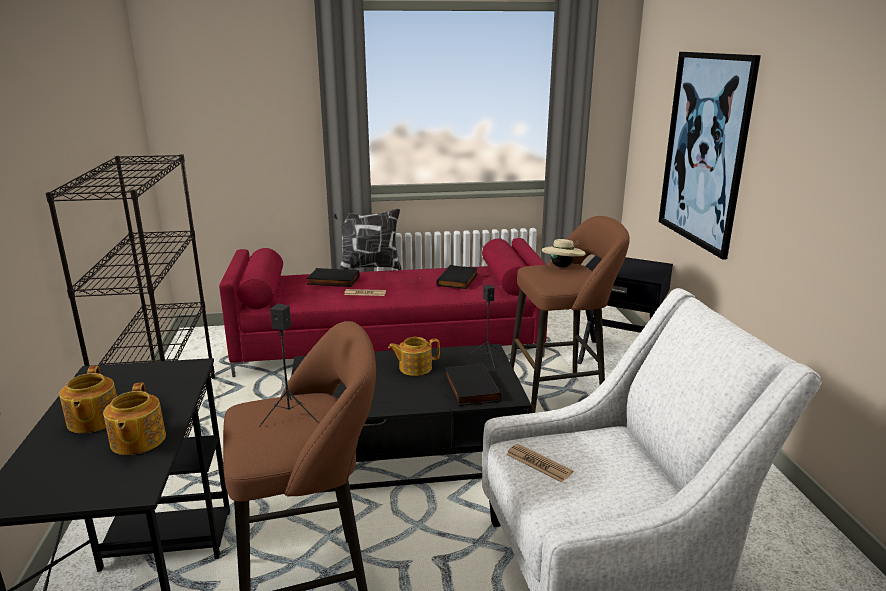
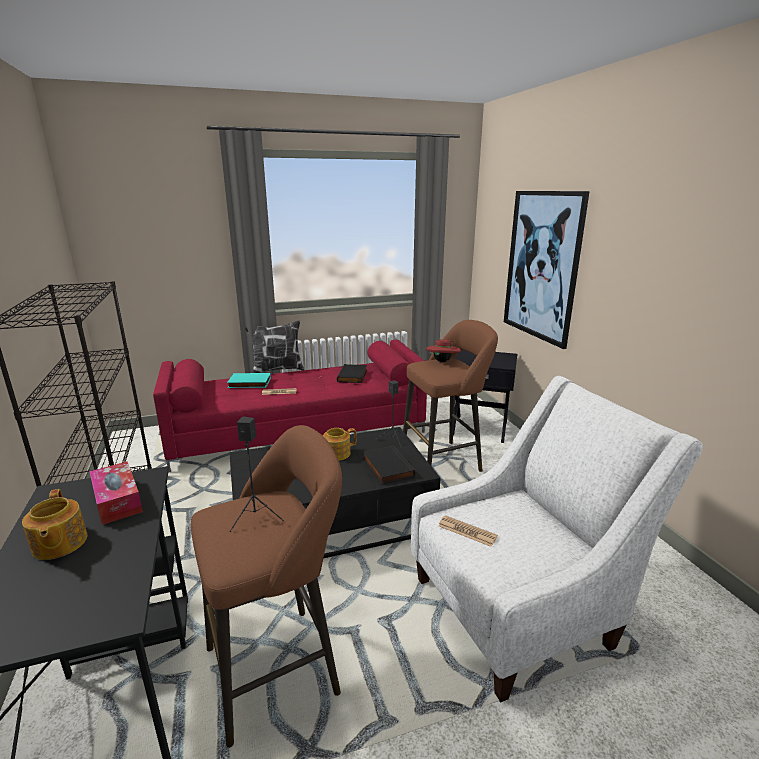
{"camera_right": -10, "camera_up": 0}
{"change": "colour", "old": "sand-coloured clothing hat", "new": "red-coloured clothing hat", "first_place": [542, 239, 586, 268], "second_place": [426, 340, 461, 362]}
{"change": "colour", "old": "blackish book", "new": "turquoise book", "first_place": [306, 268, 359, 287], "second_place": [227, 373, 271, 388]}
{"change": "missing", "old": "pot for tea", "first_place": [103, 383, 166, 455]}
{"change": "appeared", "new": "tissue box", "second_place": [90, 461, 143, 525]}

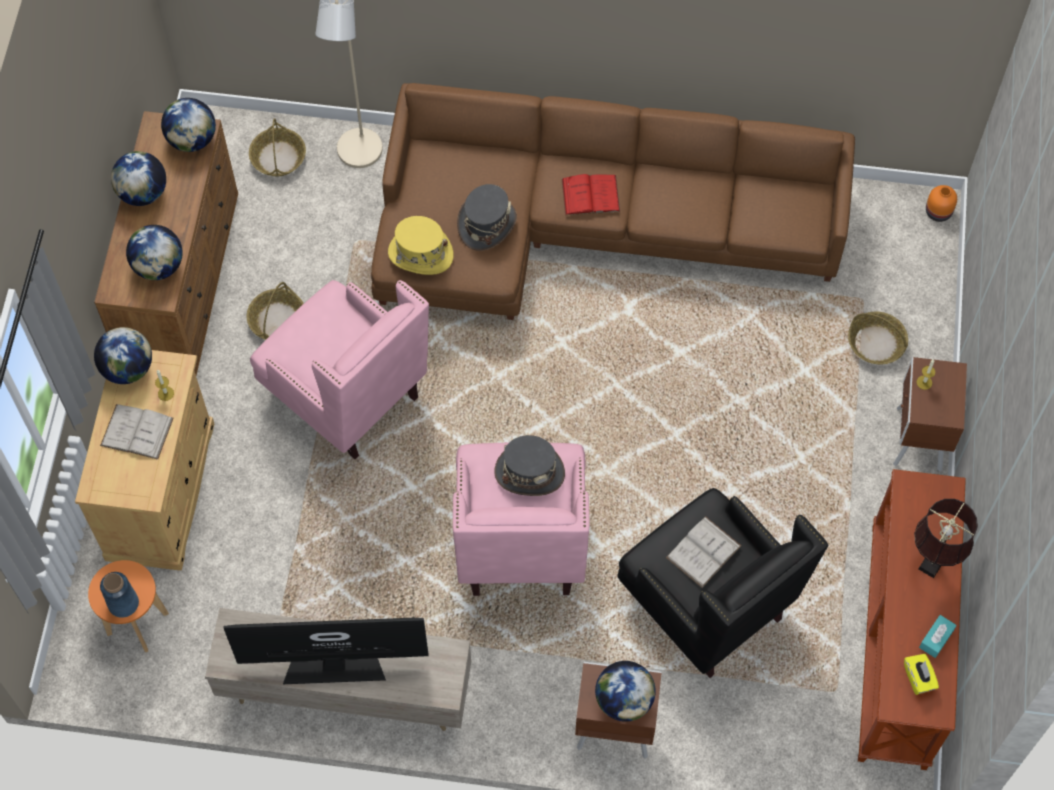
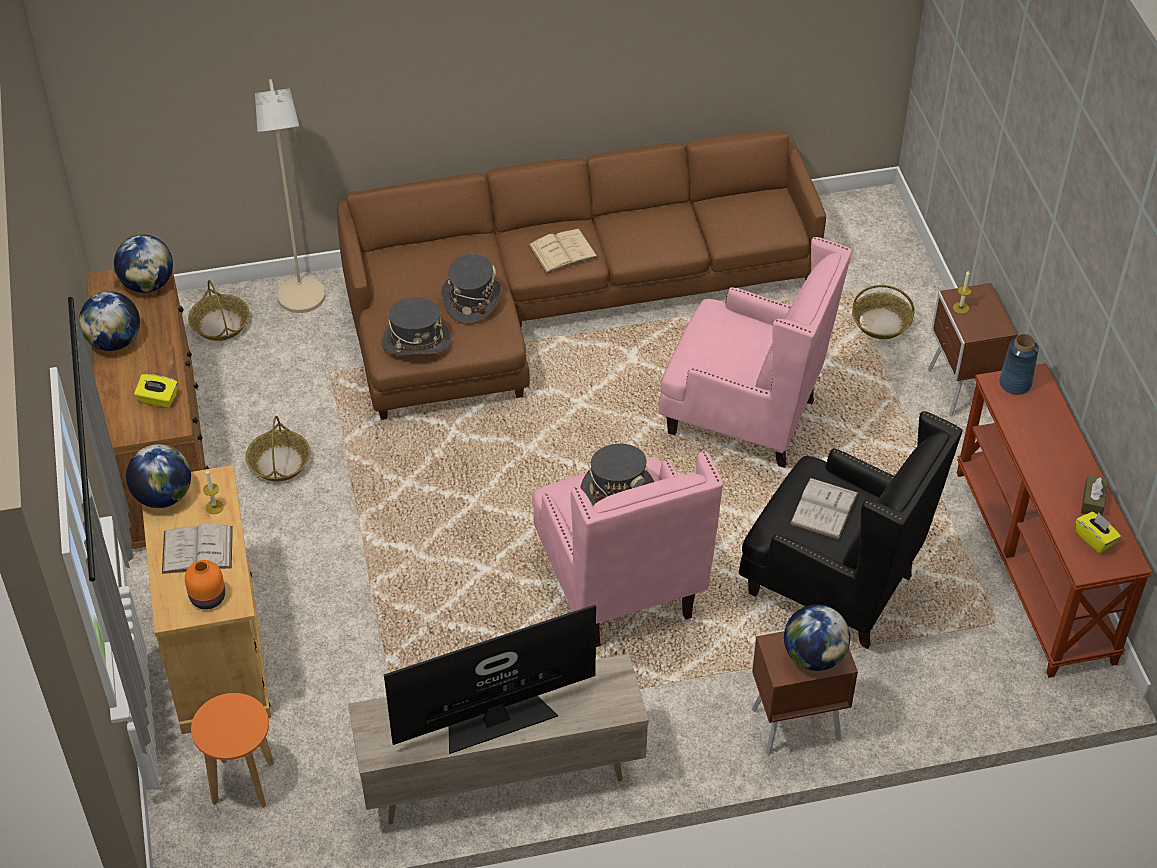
{"camera_right": -20, "camera_up": -15}
{"change": "colour", "old": "red-coloured book", "new": "sand-coloured book", "first_place": [561, 174, 620, 215], "second_place": [528, 229, 598, 274]}
{"change": "relocated", "old": "orange vase", "first_place": [926, 185, 957, 222], "second_place": [185, 560, 225, 610]}
{"change": "colour", "old": "yellowish clothing hat", "new": "gray clothing hat", "first_place": [388, 216, 454, 275], "second_place": [381, 297, 452, 355]}
{"change": "exchanged", "old": "desk globe", "new": "yellowish tissue box", "first_place": [126, 225, 183, 280], "second_place": [134, 374, 178, 408]}
{"change": "relocated", "old": "pink armchair", "first_place": [250, 280, 429, 459], "second_place": [658, 237, 852, 468]}
{"change": "missing", "old": "brown table lamp", "first_place": [914, 499, 978, 578]}
{"change": "relocated", "old": "bluish vase", "first_place": [100, 572, 139, 618], "second_place": [999, 334, 1039, 395]}
{"change": "colour", "old": "turquoise tissue box", "new": "brown tissue box", "first_place": [919, 615, 957, 658], "second_place": [1081, 475, 1108, 515]}

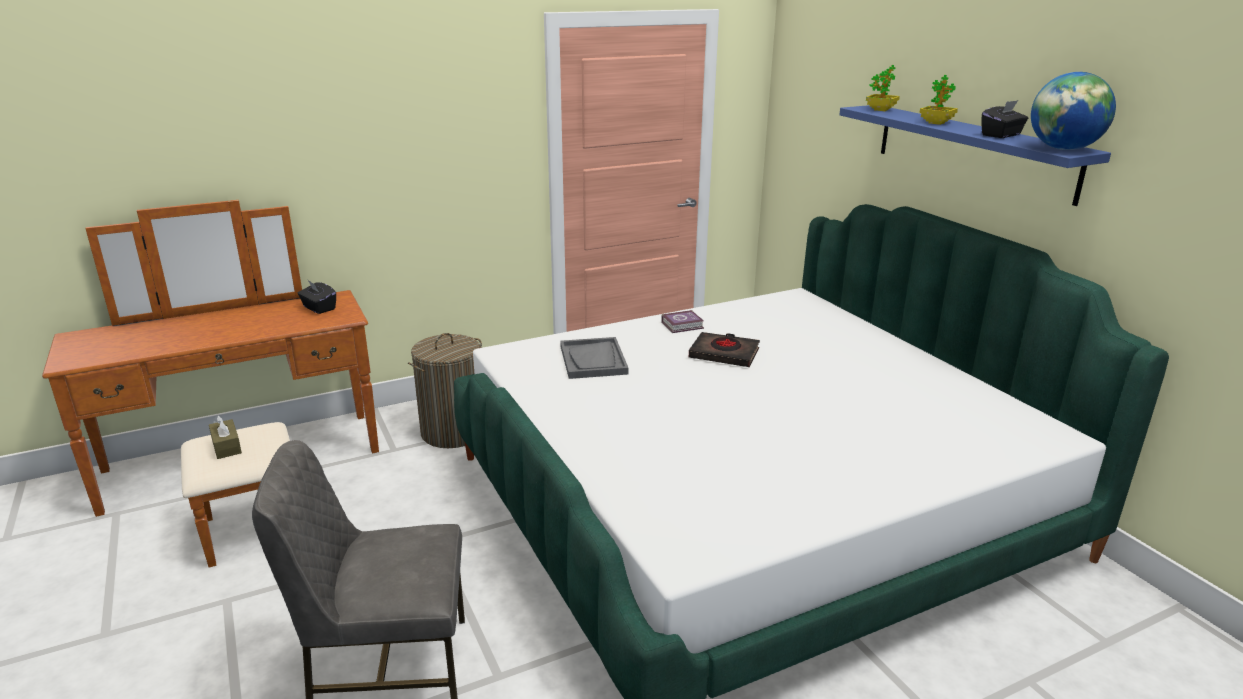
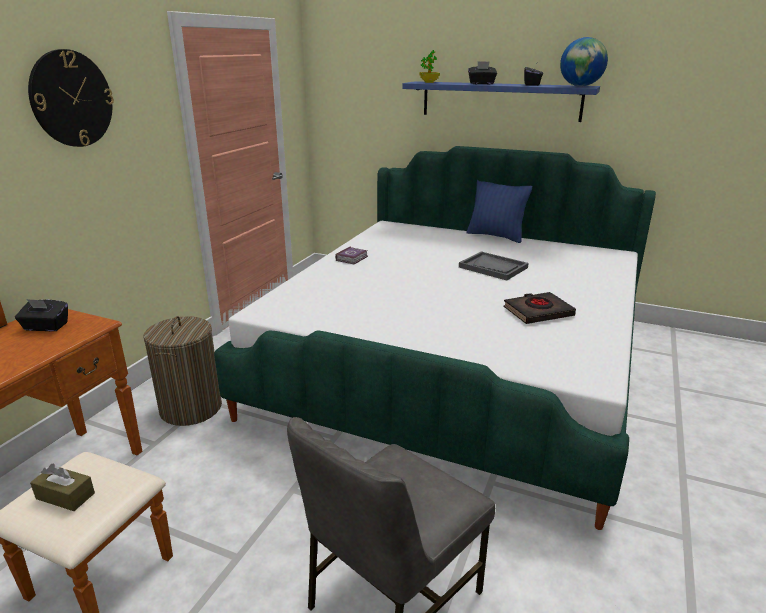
{"camera_right": -40, "camera_up": 0}
{"change": "exchanged", "old": "houseplant", "new": "blackish tissue box", "first_place": [919, 75, 958, 125], "second_place": [468, 61, 497, 84]}
{"change": "relocated", "old": "blackish book", "first_place": [689, 332, 760, 367], "second_place": [503, 292, 576, 324]}
{"change": "relocated", "old": "gray carrying tray", "first_place": [560, 337, 628, 379], "second_place": [459, 251, 529, 280]}
{"change": "appeared", "new": "clock on the wall", "second_place": [28, 49, 114, 147]}
{"change": "appeared", "new": "bluish pillow", "second_place": [467, 180, 532, 243]}

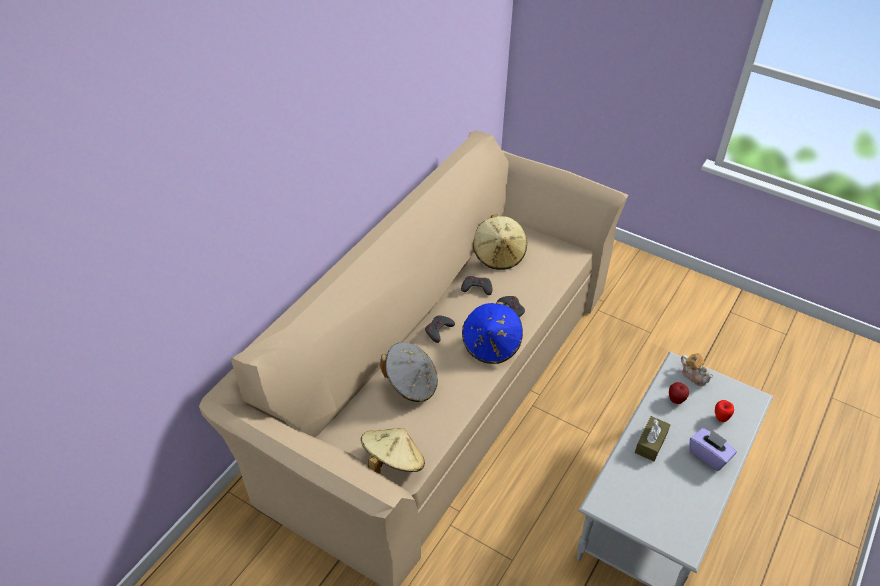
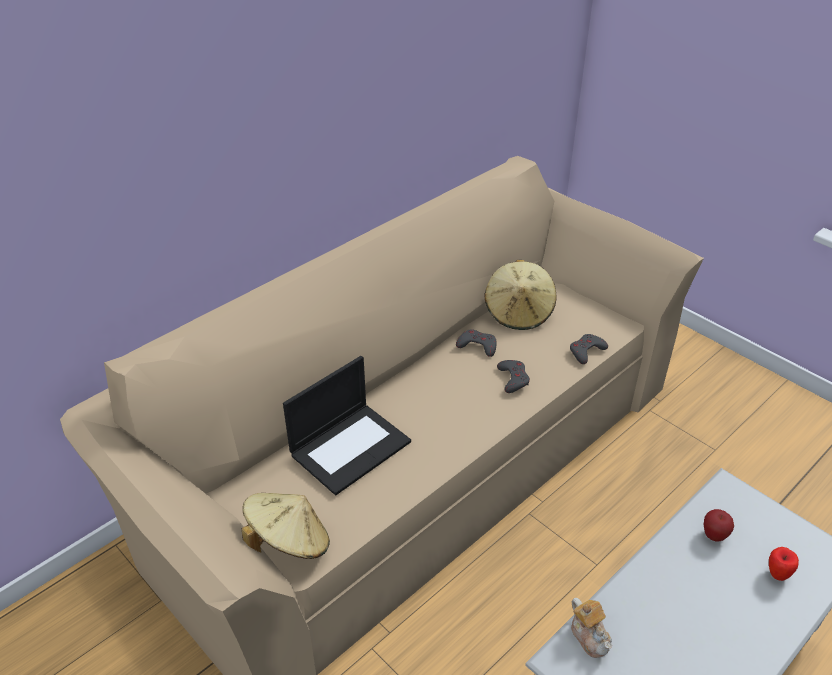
{"camera_right": 15, "camera_up": -5}
{"change": "missing", "old": "bluish clothing hat", "first_place": [462, 301, 523, 364]}
{"change": "relocated", "old": "gray gamepad", "first_place": [425, 315, 455, 343], "second_place": [570, 334, 608, 364]}
{"change": "exchanged", "old": "gray clothing hat", "new": "notebook computer", "first_place": [381, 342, 438, 402], "second_place": [283, 356, 411, 495]}
{"change": "relocated", "old": "pot for tea", "first_place": [681, 353, 713, 386], "second_place": [571, 598, 612, 658]}
{"change": "missing", "old": "brown tissue box", "first_place": [635, 416, 670, 461]}
{"change": "missing", "old": "purple tissue box", "first_place": [690, 428, 737, 471]}

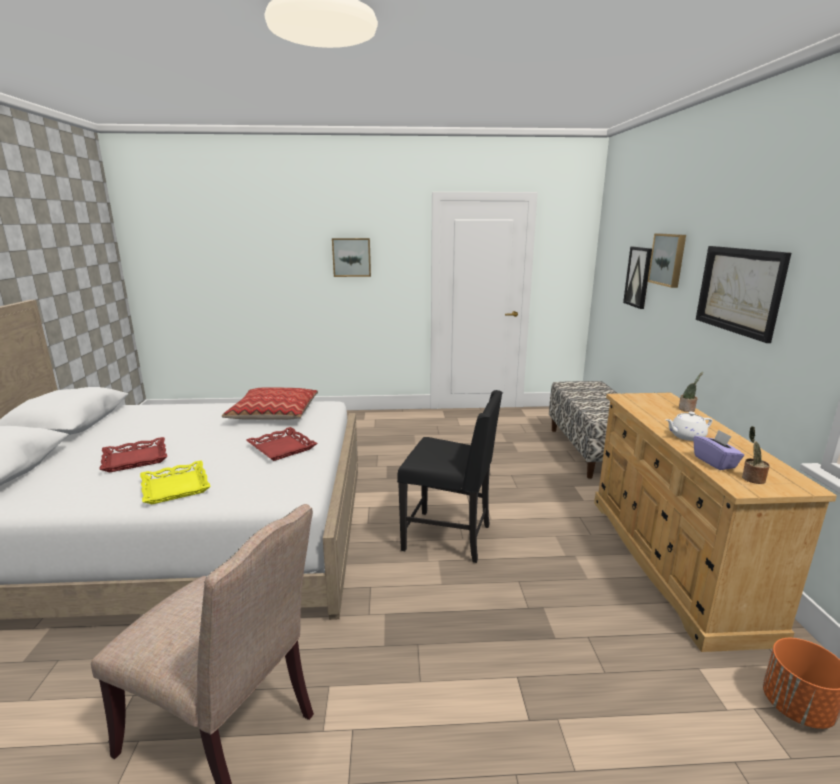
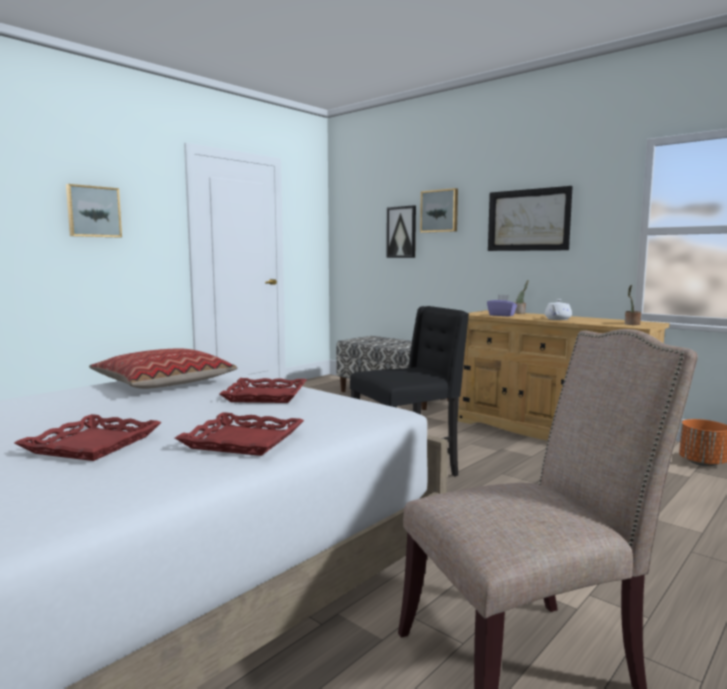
{"camera_right": -45, "camera_up": -10}
{"change": "relocated", "old": "purple tissue box", "first_place": [693, 430, 744, 470], "second_place": [487, 294, 517, 316]}
{"change": "colour", "old": "yellowish carrying tray", "new": "red-coloured carrying tray", "first_place": [140, 460, 211, 504], "second_place": [175, 412, 304, 456]}

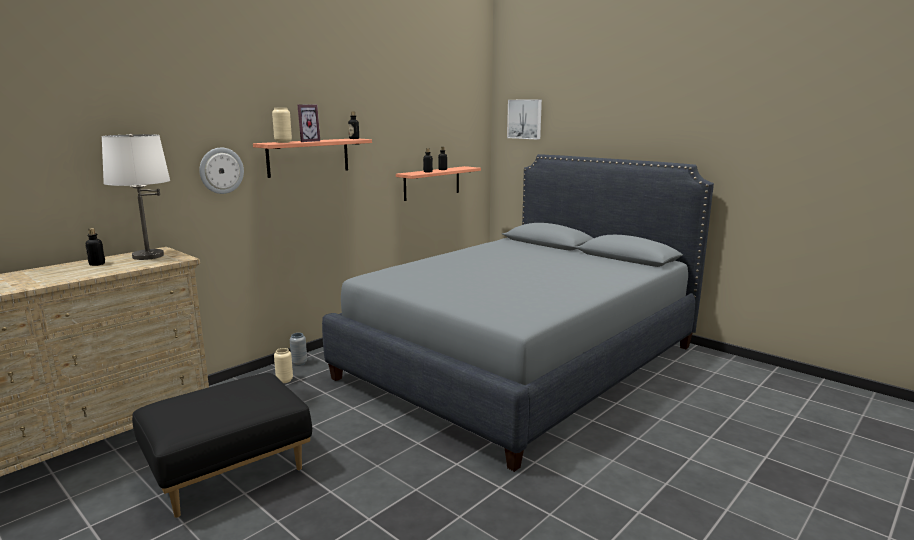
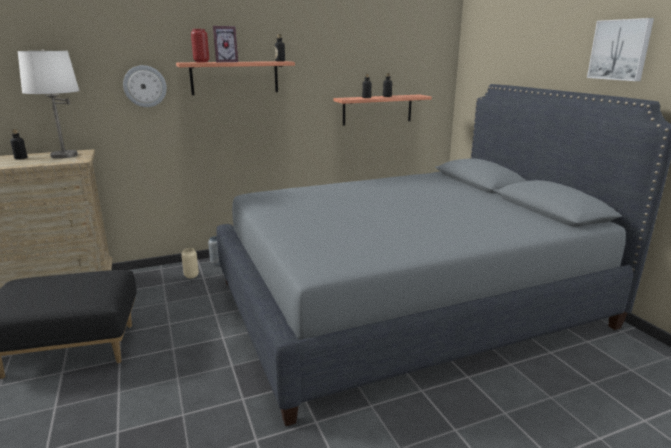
{"camera_right": 25, "camera_up": 5}
{"change": "relocated", "old": "wall art", "first_place": [507, 99, 542, 140], "second_place": [587, 18, 654, 81]}
{"change": "colour", "old": "sand-coloured vase", "new": "red-coloured vase", "first_place": [272, 108, 292, 143], "second_place": [191, 29, 209, 63]}

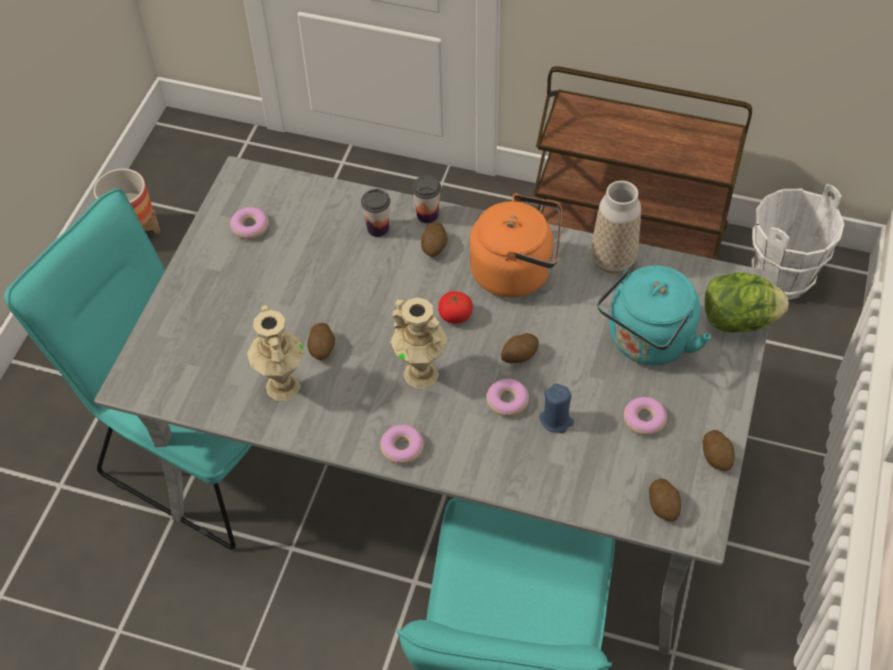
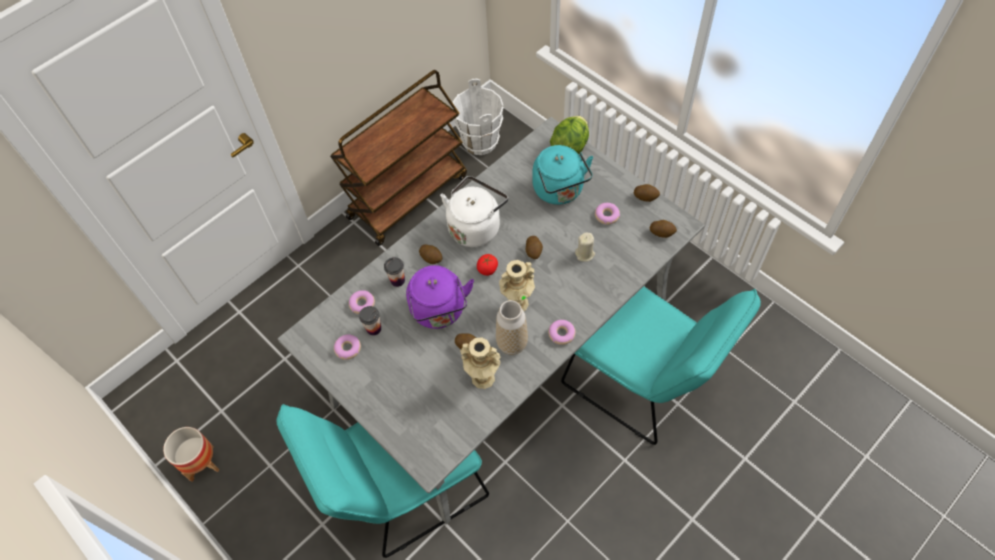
{"camera_right": -60, "camera_up": 5}
{"change": "relocated", "old": "drinking cup", "first_place": [412, 175, 441, 223], "second_place": [359, 306, 381, 336]}
{"change": "relocated", "old": "vase", "first_place": [591, 181, 641, 274], "second_place": [496, 300, 528, 355]}
{"change": "colour", "old": "orange kettle", "new": "white kettle", "first_place": [469, 193, 562, 298], "second_place": [440, 176, 508, 247]}
{"change": "relocated", "old": "ring doughnut", "first_place": [486, 379, 529, 417], "second_place": [349, 290, 375, 314]}
{"change": "colour", "old": "bluish wax light", "new": "sand-coloured wax light", "first_place": [539, 384, 574, 433], "second_place": [575, 233, 595, 262]}
{"change": "appeared", "new": "purple kettle", "second_place": [406, 265, 474, 329]}

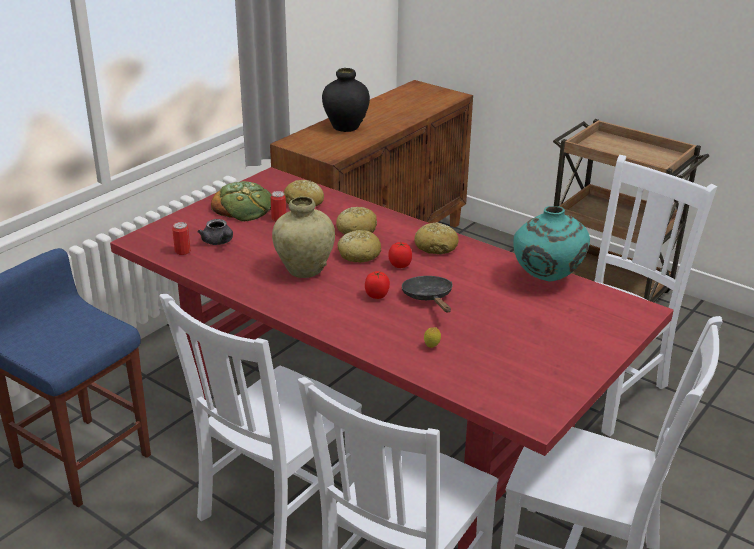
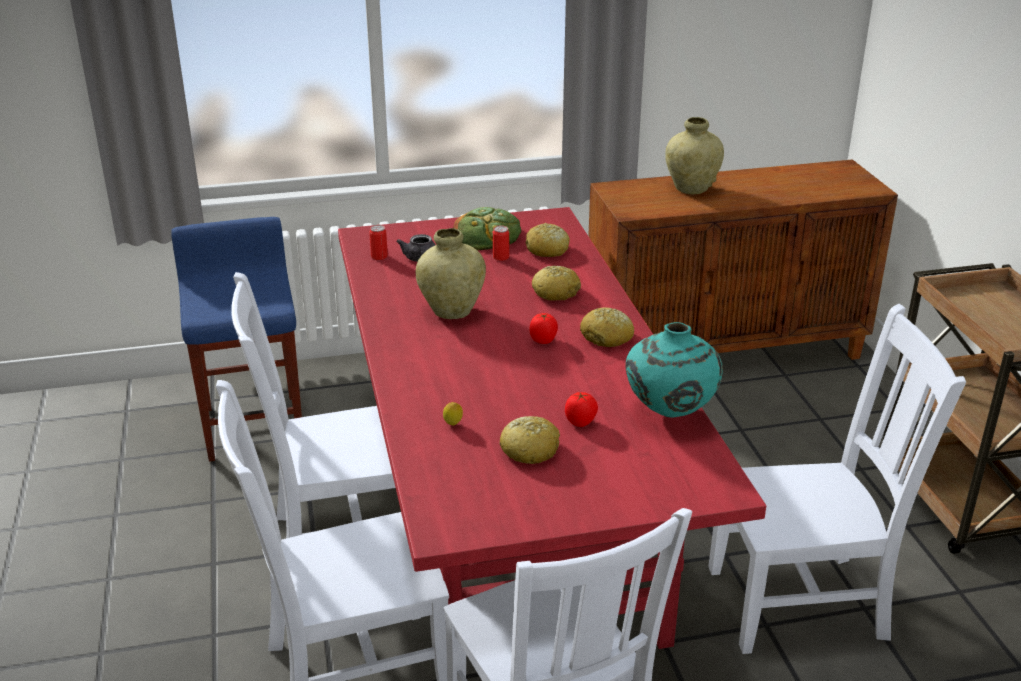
{"camera_right": 40, "camera_up": 0}
{"change": "colour", "old": "blackish vase", "new": "sand-coloured vase", "first_place": [322, 68, 370, 132], "second_place": [665, 117, 724, 195]}
{"change": "relocated", "old": "bread", "first_place": [337, 230, 381, 263], "second_place": [500, 416, 560, 464]}
{"change": "relocated", "old": "fresh tomato", "first_place": [365, 271, 390, 299], "second_place": [565, 392, 598, 427]}
{"change": "missing", "old": "blackish frying pan", "first_place": [402, 276, 453, 312]}

